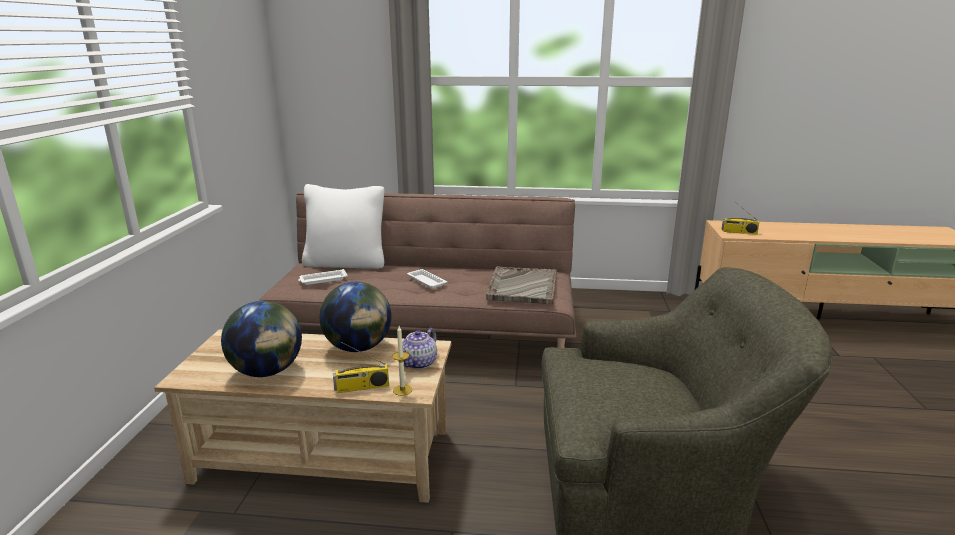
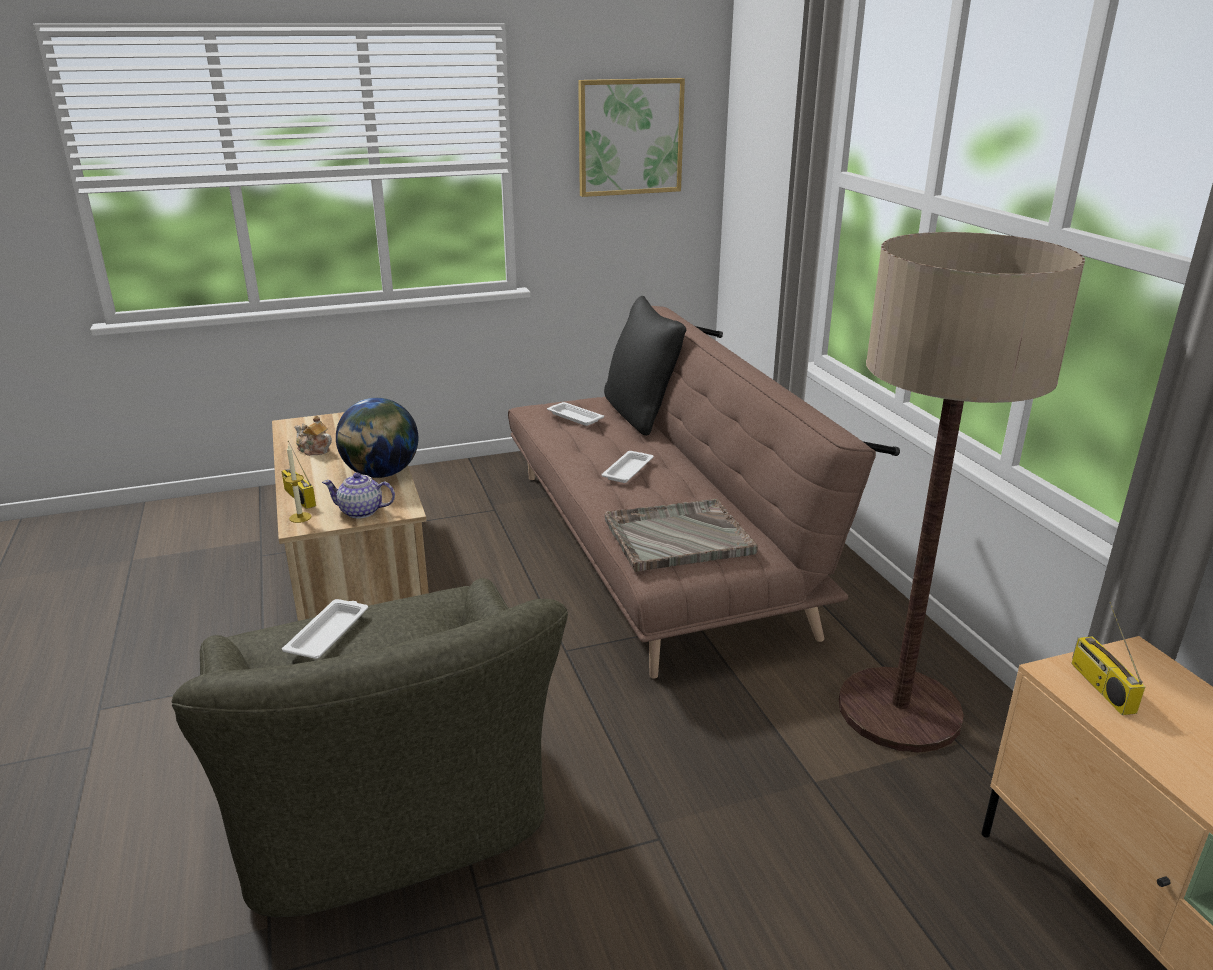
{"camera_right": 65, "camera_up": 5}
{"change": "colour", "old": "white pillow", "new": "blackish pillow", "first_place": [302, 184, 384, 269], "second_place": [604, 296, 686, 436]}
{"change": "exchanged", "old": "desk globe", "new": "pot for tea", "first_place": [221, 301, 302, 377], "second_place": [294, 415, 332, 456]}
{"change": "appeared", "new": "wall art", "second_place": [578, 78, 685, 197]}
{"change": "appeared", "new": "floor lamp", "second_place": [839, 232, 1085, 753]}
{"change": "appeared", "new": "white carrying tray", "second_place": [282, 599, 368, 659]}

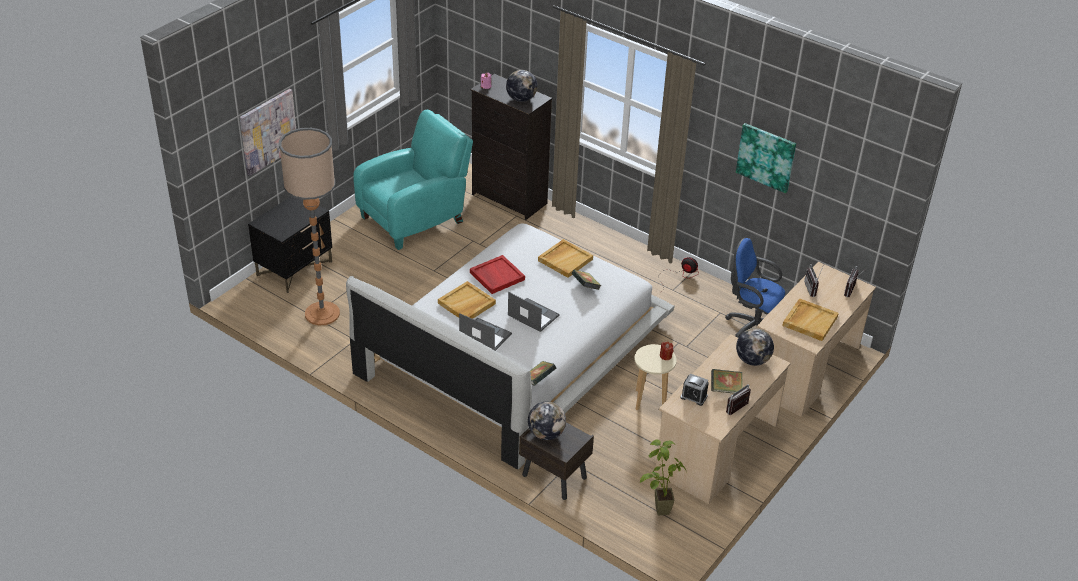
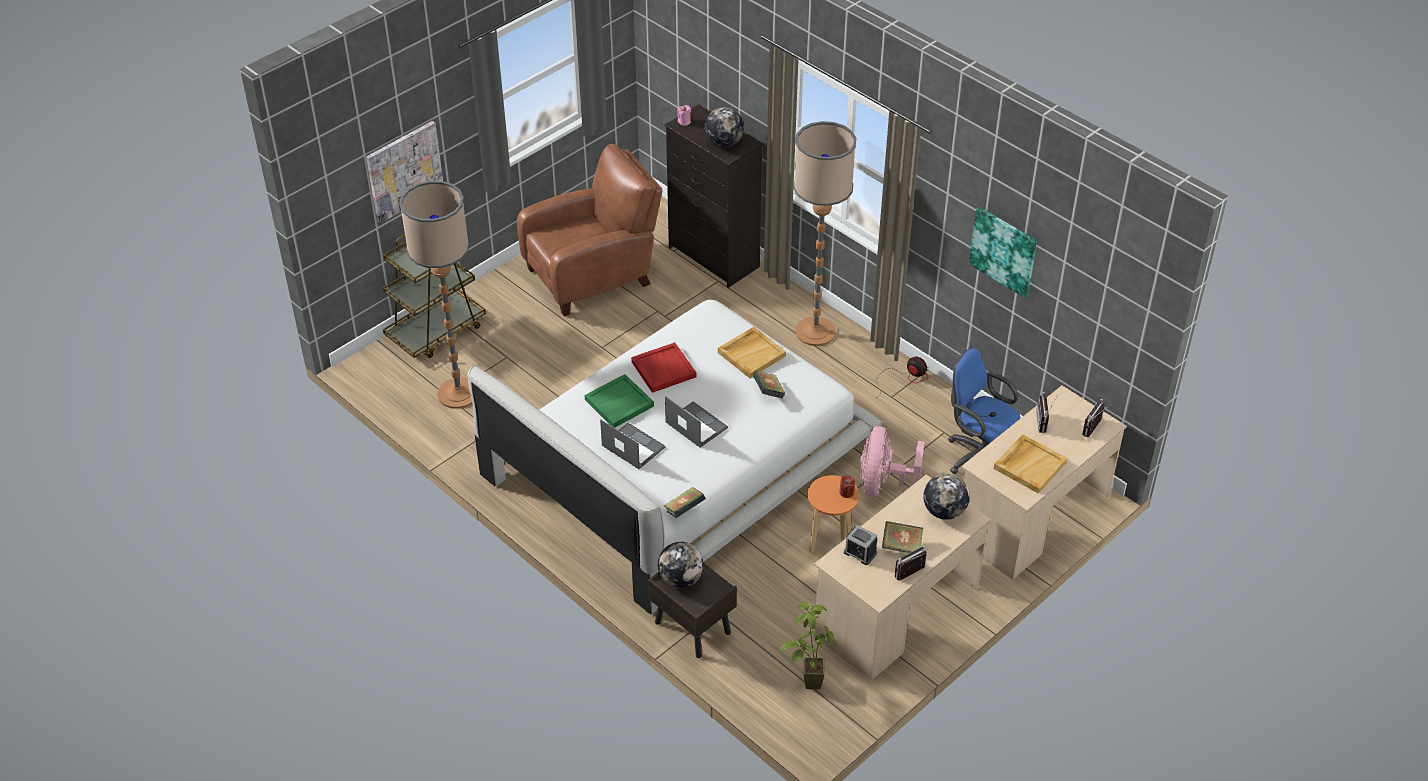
{"camera_right": 10, "camera_up": 5}
{"change": "colour", "old": "turquoise armchair", "new": "brown armchair", "first_place": [353, 110, 473, 250], "second_place": [517, 144, 663, 317]}
{"change": "exchanged", "old": "blackish nightstand", "new": "brown trolley", "first_place": [248, 196, 332, 293], "second_place": [383, 234, 486, 358]}
{"change": "colour", "old": "sand-coloured carrying tray", "new": "green carrying tray", "first_place": [438, 281, 496, 319], "second_place": [585, 374, 654, 428]}
{"change": "colour", "old": "sand-coloured sitting stool", "new": "orange sitting stool", "first_place": [634, 344, 677, 410], "second_place": [808, 475, 859, 552]}
{"change": "appeared", "new": "floor lamp", "second_place": [794, 121, 856, 346]}
{"change": "appeared", "new": "pink fan", "second_place": [860, 426, 924, 496]}

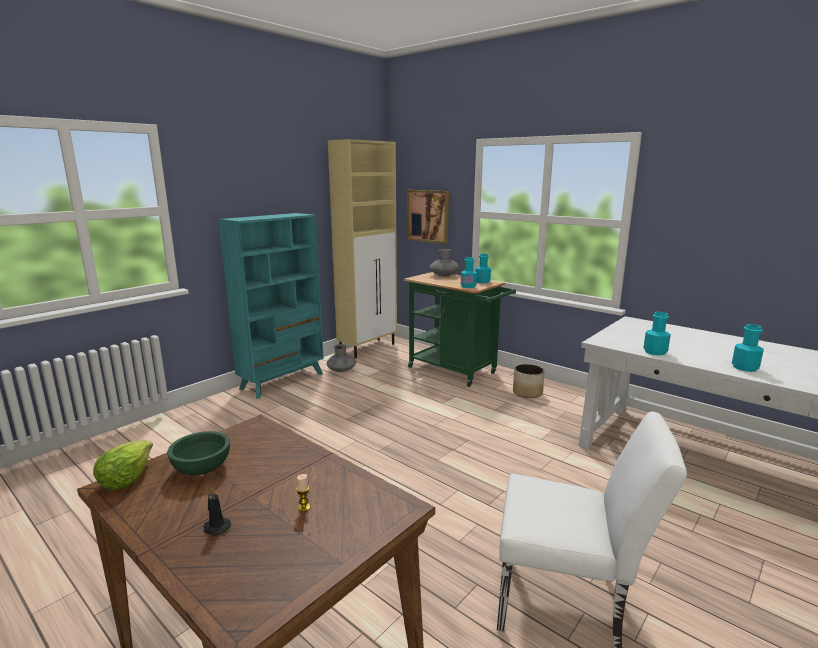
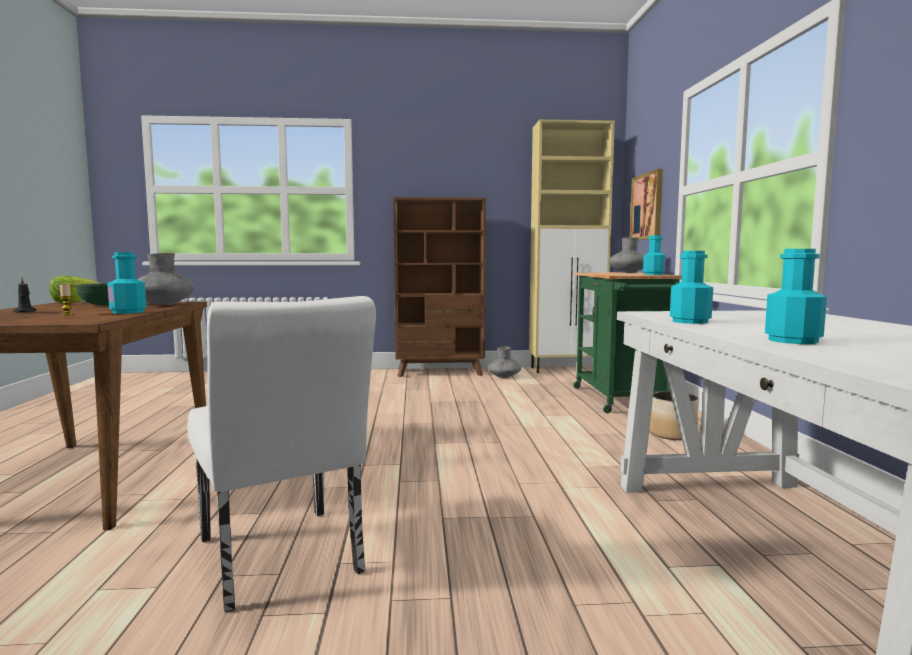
{"camera_right": 45, "camera_up": -10}
{"change": "colour", "old": "turquoise bookcase", "new": "brown bookcase", "first_place": [219, 213, 324, 398], "second_place": [393, 197, 486, 377]}
{"change": "relocated", "old": "turquoise bottle", "first_place": [461, 257, 477, 288], "second_place": [107, 252, 146, 314]}
{"change": "appeared", "new": "gray vase", "second_place": [138, 253, 194, 305]}

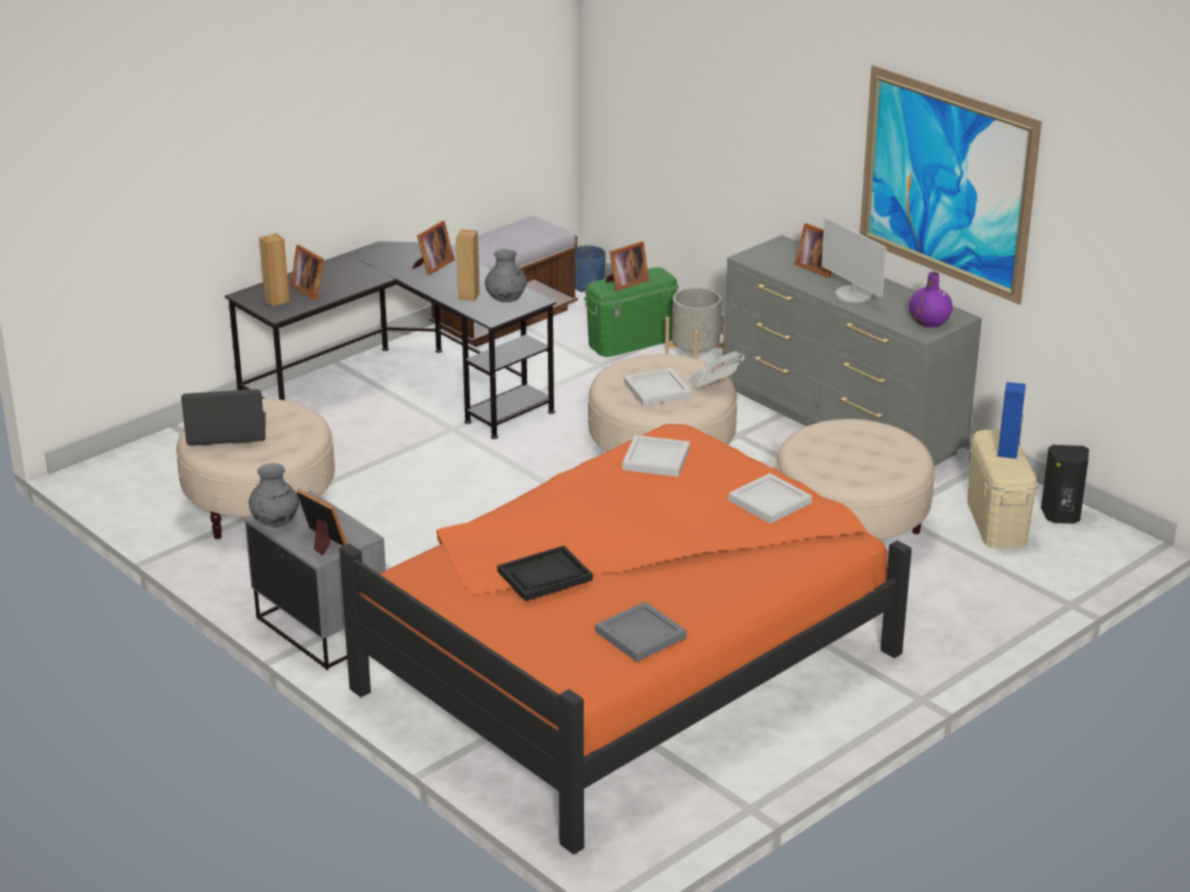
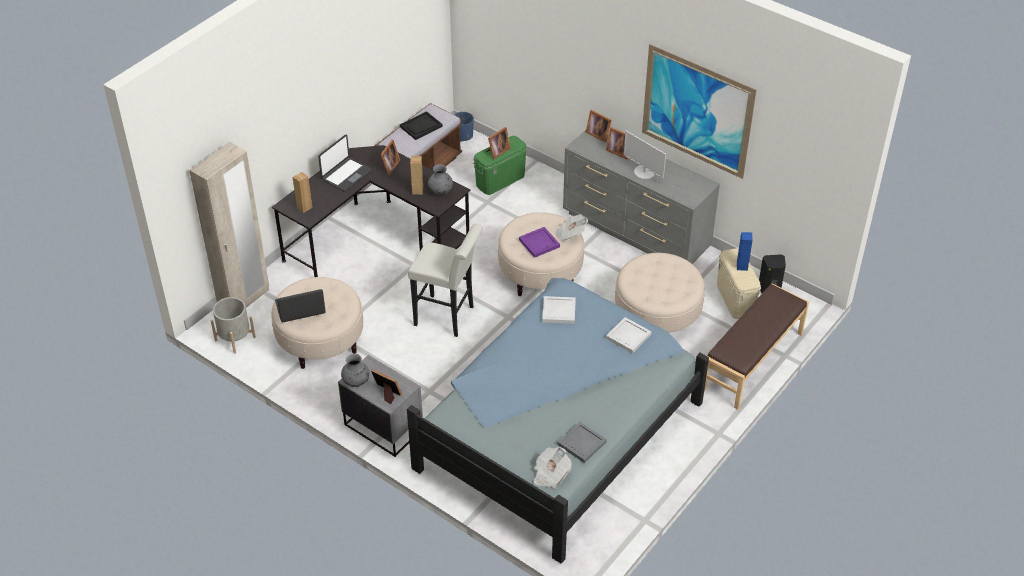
{"camera_right": -10, "camera_up": 15}
{"change": "relocated", "old": "photo frame", "first_place": [290, 245, 324, 300], "second_place": [586, 110, 611, 143]}
{"change": "missing", "old": "purple vase", "first_place": [909, 272, 953, 327]}
{"change": "relocated", "old": "gray flower pot", "first_place": [665, 287, 725, 359], "second_place": [211, 297, 256, 354]}
{"change": "colour", "old": "white carrying tray", "new": "purple carrying tray", "first_place": [624, 368, 691, 406], "second_place": [519, 227, 560, 258]}
{"change": "colour", "old": "orange bed", "new": "bluish bed", "first_place": [339, 424, 912, 855], "second_place": [407, 278, 709, 564]}
{"change": "relocated", "old": "blackish carrying tray", "first_place": [497, 546, 593, 601], "second_place": [400, 111, 443, 140]}
{"change": "appeared", "new": "notebook computer", "second_place": [318, 135, 372, 191]}
{"change": "appeared", "new": "sand-coloured clothes cupboard", "second_place": [189, 142, 269, 308]}
{"change": "appeared", "new": "white sitting stool", "second_place": [408, 224, 483, 337]}
{"change": "appeared", "new": "brown long seat", "second_place": [704, 284, 809, 410]}
{"change": "appeared", "new": "printed paper", "second_place": [534, 447, 572, 488]}

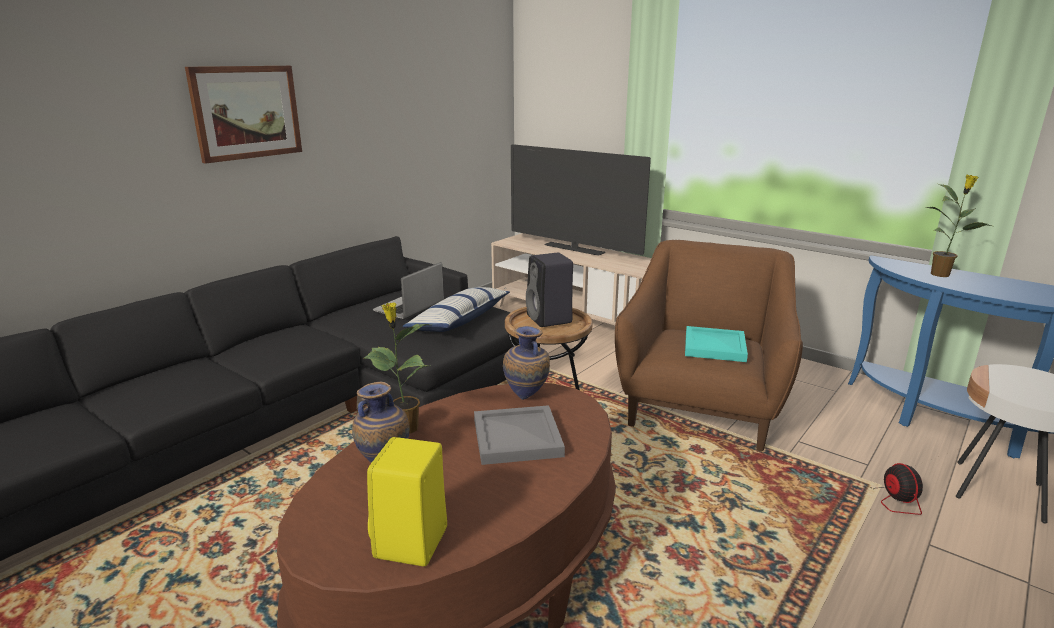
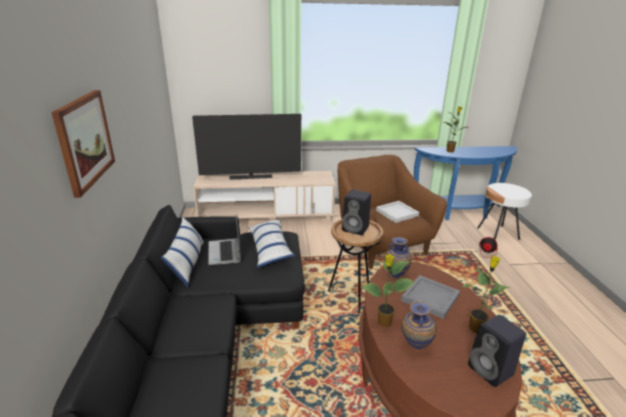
{"camera_right": -45, "camera_up": 5}
{"change": "colour", "old": "turquoise carrying tray", "new": "white carrying tray", "first_place": [685, 326, 748, 362], "second_place": [376, 201, 419, 223]}
{"change": "colour", "old": "yellowish audio speaker", "new": "blackish audio speaker", "first_place": [367, 437, 447, 566], "second_place": [468, 315, 526, 387]}
{"change": "appeared", "new": "pillow", "second_place": [161, 216, 204, 287]}
{"change": "appeared", "new": "houseplant", "second_place": [463, 256, 511, 333]}

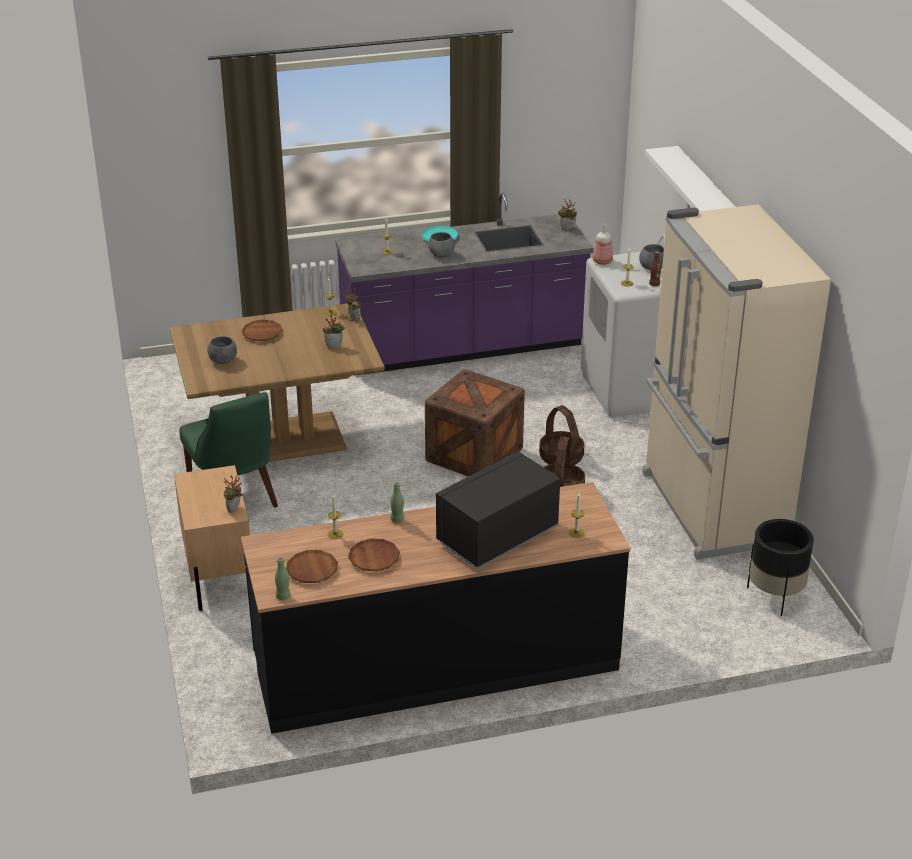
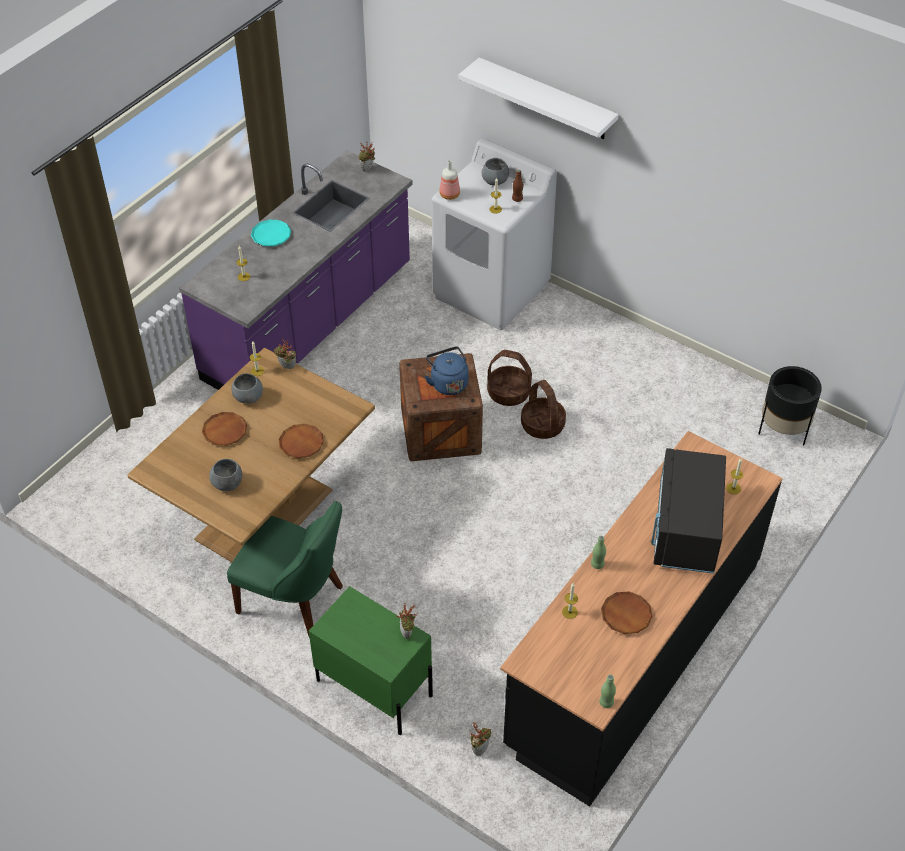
{"camera_right": -40, "camera_up": 15}
{"change": "missing", "old": "sand-coloured refrigerator", "first_place": [642, 204, 831, 560]}
{"change": "relocated", "old": "gray serving bowl", "first_place": [428, 232, 455, 257], "second_place": [231, 373, 263, 404]}
{"change": "relocated", "old": "houseplant", "first_place": [323, 310, 345, 348], "second_place": [470, 722, 491, 756]}
{"change": "colour", "old": "sand-coloured nightstand", "new": "green nightstand", "first_place": [174, 465, 250, 611], "second_place": [309, 586, 433, 735]}
{"change": "relocated", "old": "brown dinner plate", "first_place": [286, 550, 338, 583], "second_place": [279, 424, 324, 458]}
{"change": "appeared", "new": "bluish kettle", "second_place": [425, 346, 469, 395]}

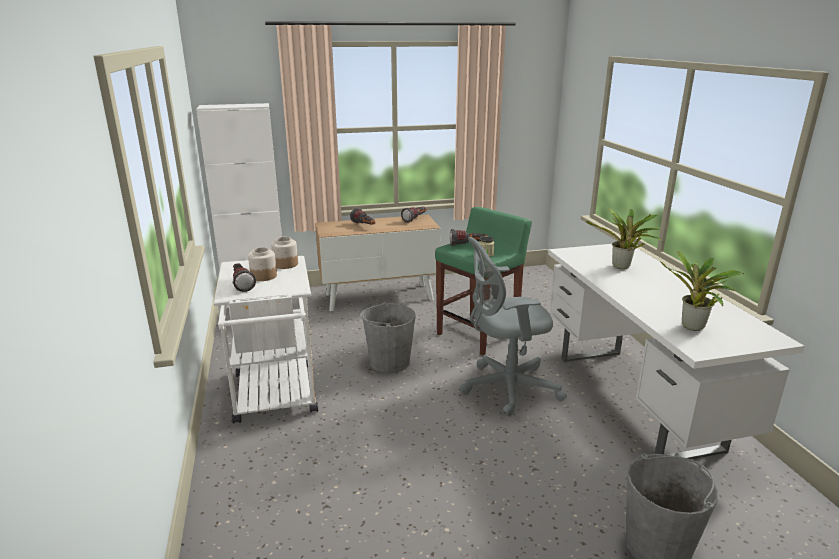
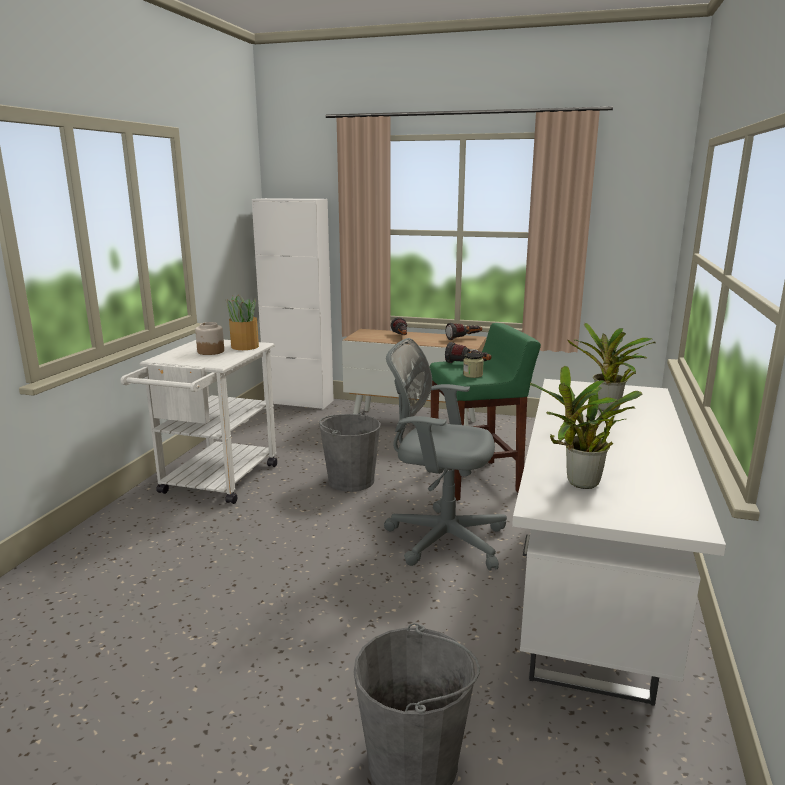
{"camera_right": 30, "camera_up": -5}
{"change": "exchanged", "old": "preserve jar", "new": "houseplant", "first_place": [271, 237, 298, 269], "second_place": [227, 295, 259, 350]}
{"change": "missing", "old": "torch", "first_place": [232, 263, 256, 292]}

